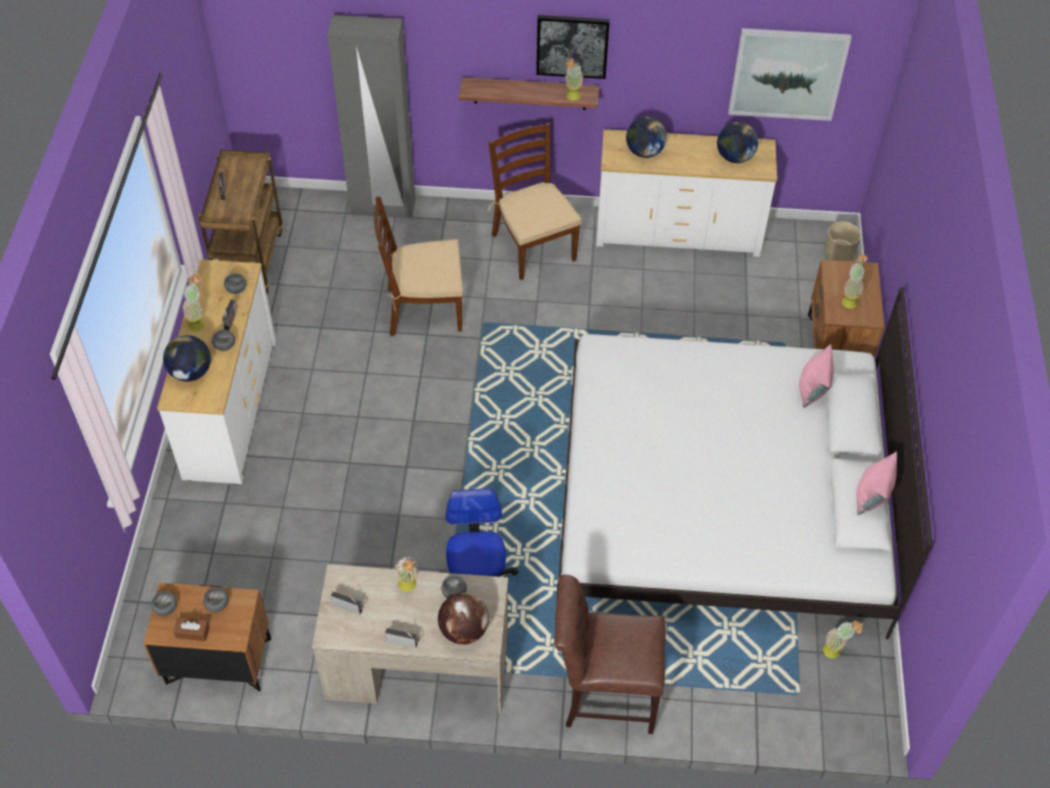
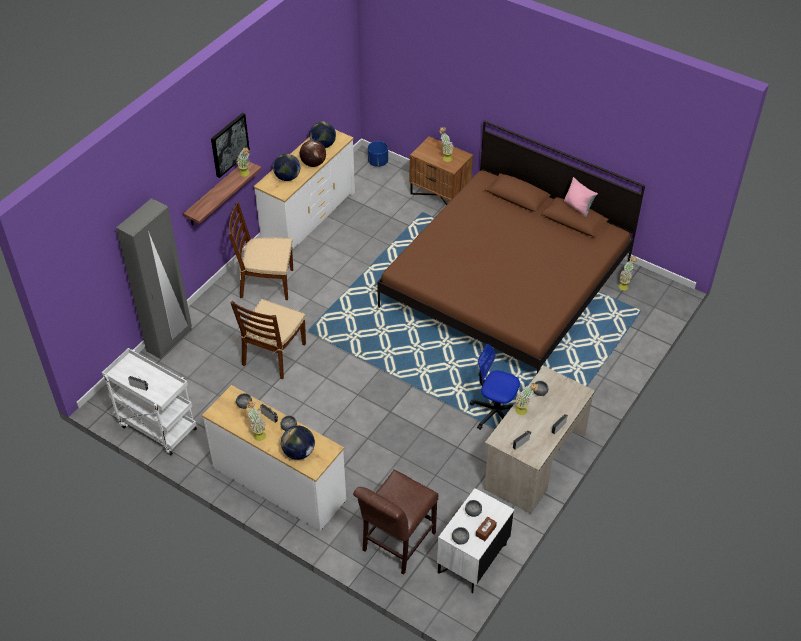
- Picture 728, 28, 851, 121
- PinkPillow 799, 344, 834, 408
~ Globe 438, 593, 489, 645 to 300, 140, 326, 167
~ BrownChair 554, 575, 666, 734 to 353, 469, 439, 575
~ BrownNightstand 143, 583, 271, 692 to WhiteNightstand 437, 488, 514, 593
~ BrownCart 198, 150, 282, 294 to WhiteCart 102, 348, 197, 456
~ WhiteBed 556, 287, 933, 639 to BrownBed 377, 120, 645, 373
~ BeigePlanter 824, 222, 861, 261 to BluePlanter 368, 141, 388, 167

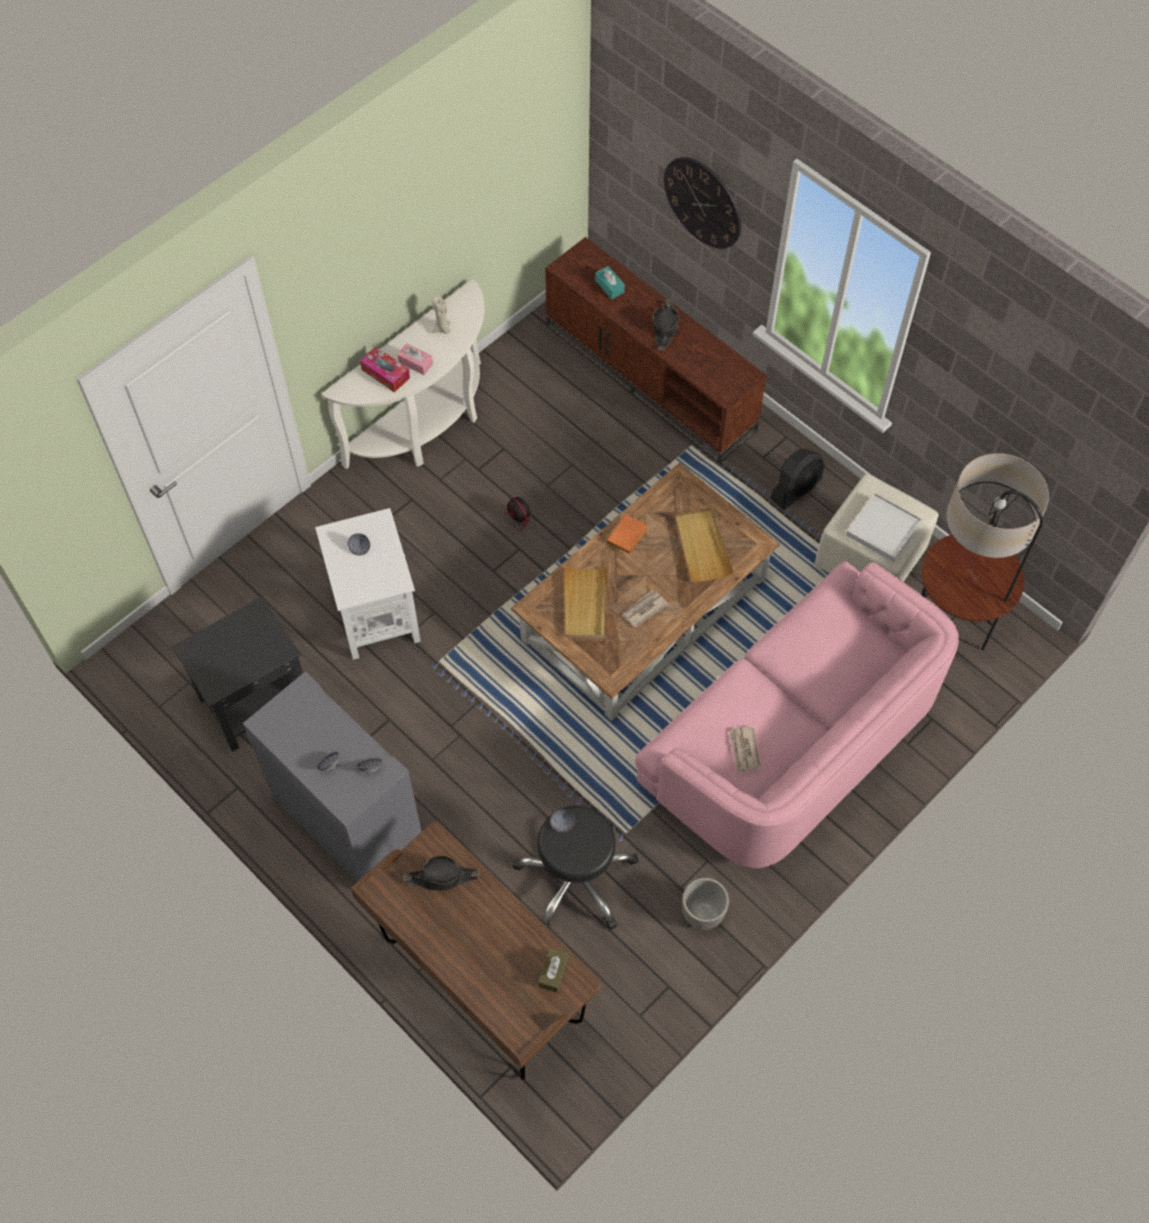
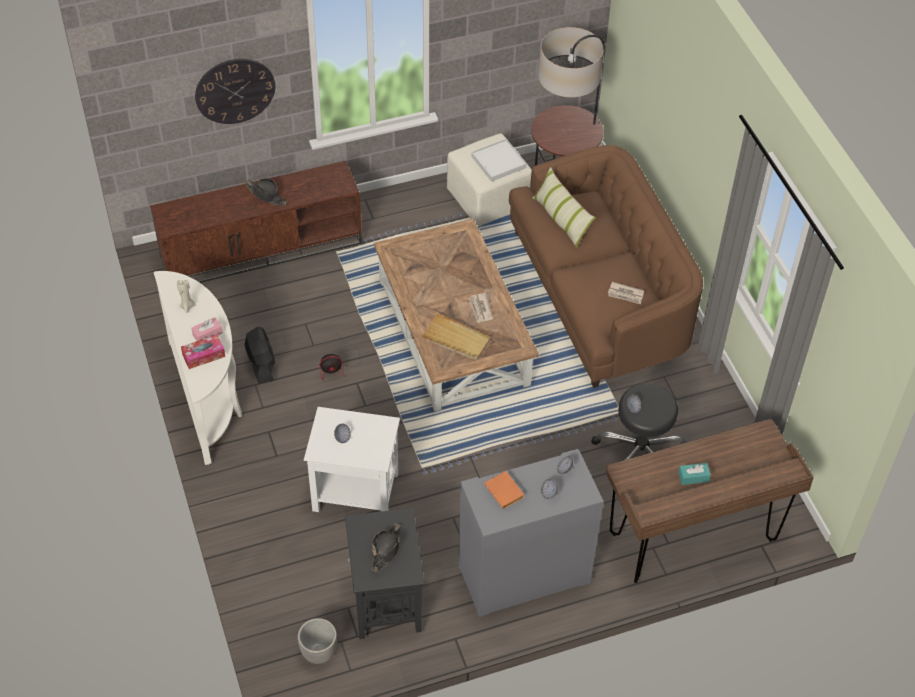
- BrownTissueBox 538, 947, 569, 993
- BeigeTray 675, 508, 734, 582
+ Pillow 532, 167, 595, 248
~ BlackHat 403, 855, 480, 891 to 371, 523, 401, 572
~ TurquoiseTissueBox 595, 266, 625, 299 to 678, 463, 711, 485
~ OrangeBook 606, 515, 648, 555 to 485, 471, 524, 509
~ Planter 682, 878, 729, 930 to 298, 618, 337, 664
~ BlackFan 770, 449, 825, 510 to 244, 327, 275, 384
~ PinkSofa 635, 561, 959, 868 to BrownSofa 509, 145, 703, 388

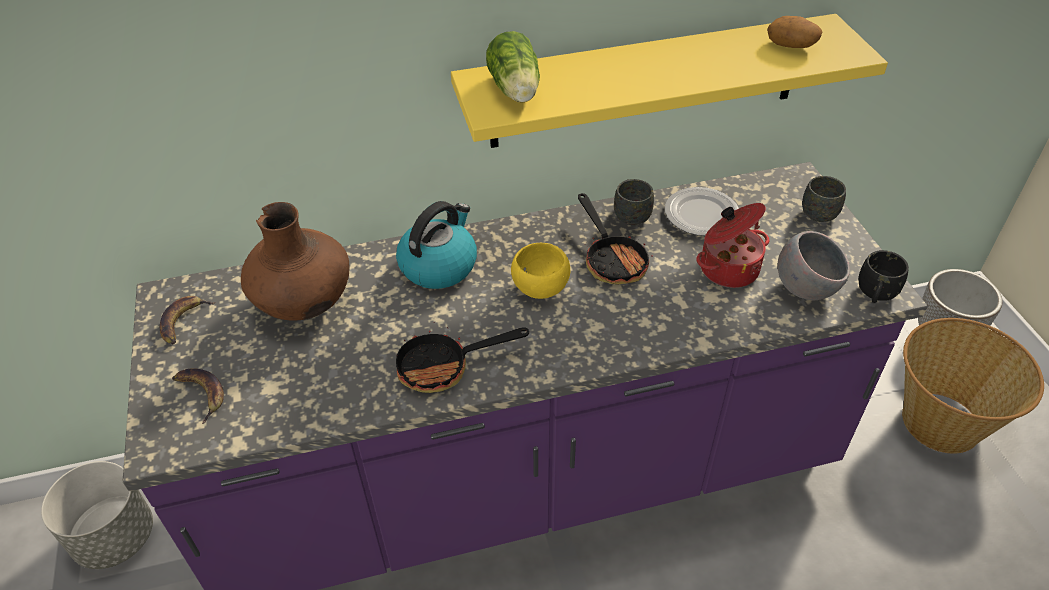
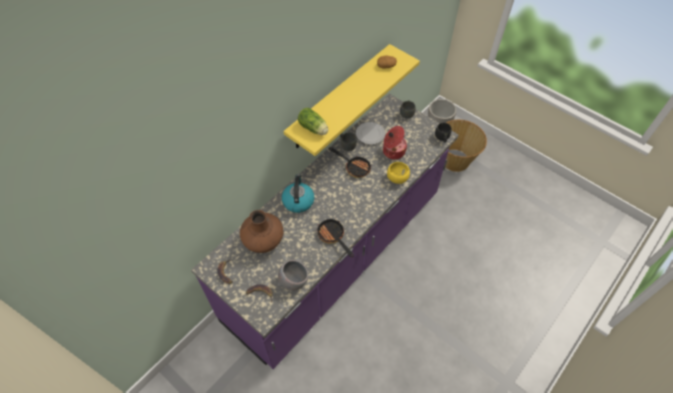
- GreyPlanter 41, 461, 153, 569
~ YellowBowl 511, 243, 570, 299 to 387, 162, 410, 184
~ GreyBowl 777, 231, 850, 300 to 278, 260, 308, 291
~ FryingPan 396, 322, 529, 393 = 317, 219, 354, 257 105 degrees clockwise

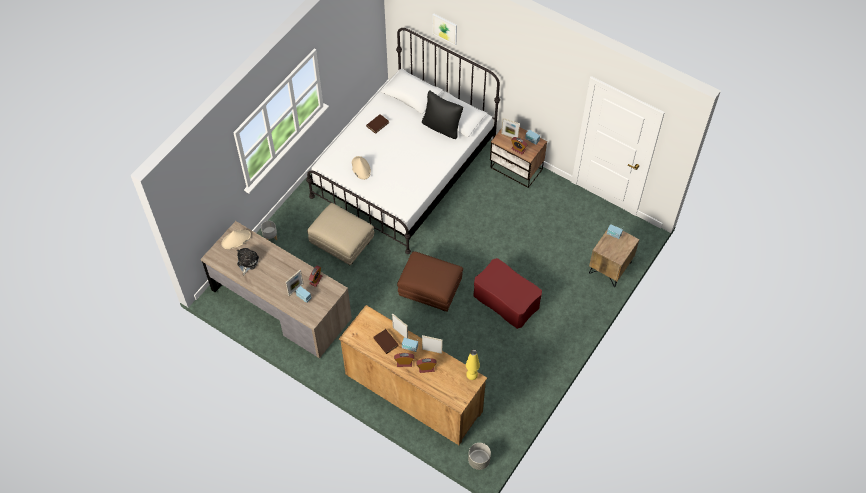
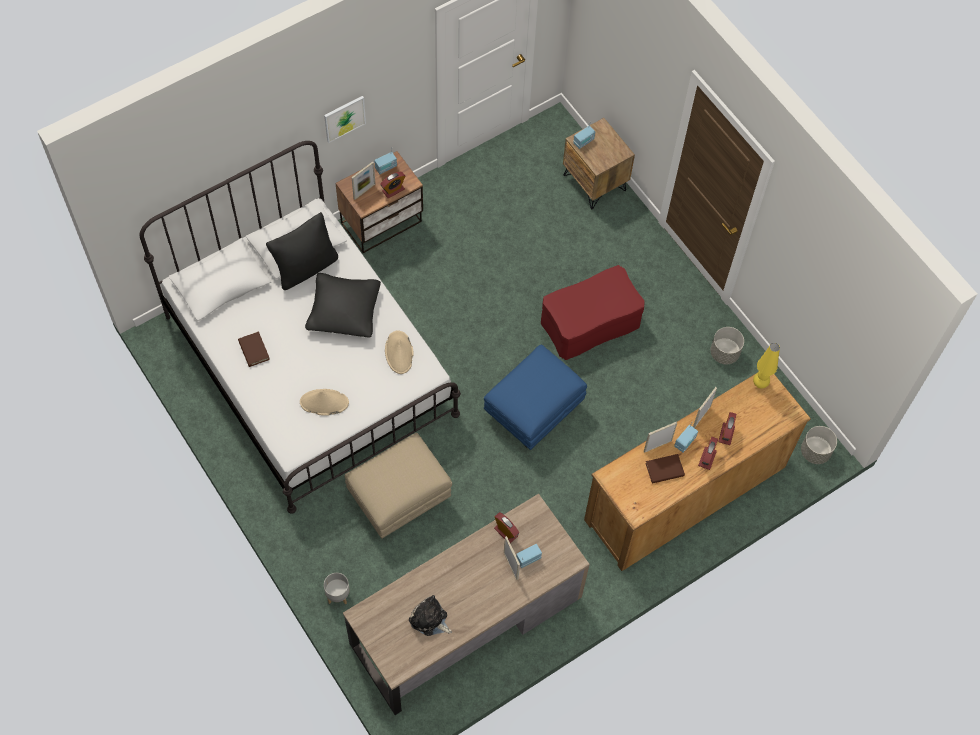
+ BlackPillow 305, 273, 381, 337
+ GreyPlanter 711, 327, 744, 364
~ BeigeHat 221, 230, 251, 249 to 385, 331, 414, 374
~ Picture 433, 13, 457, 45 to 324, 96, 366, 143
~ BrownOttoman 397, 251, 463, 312 to BlueOttoman 484, 344, 587, 450

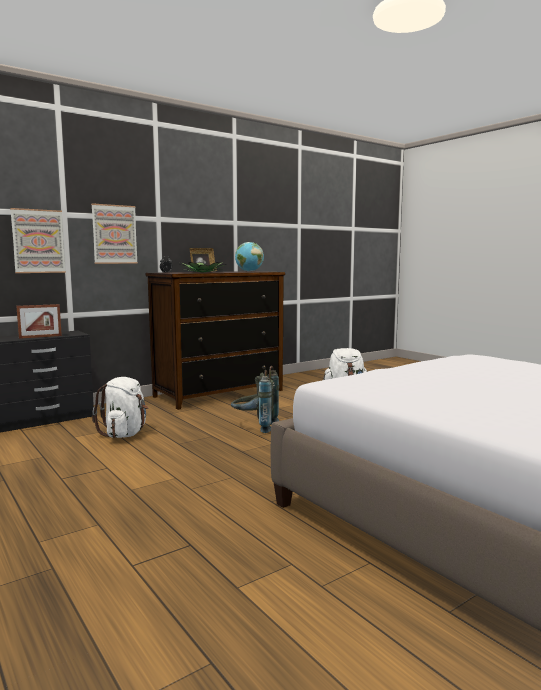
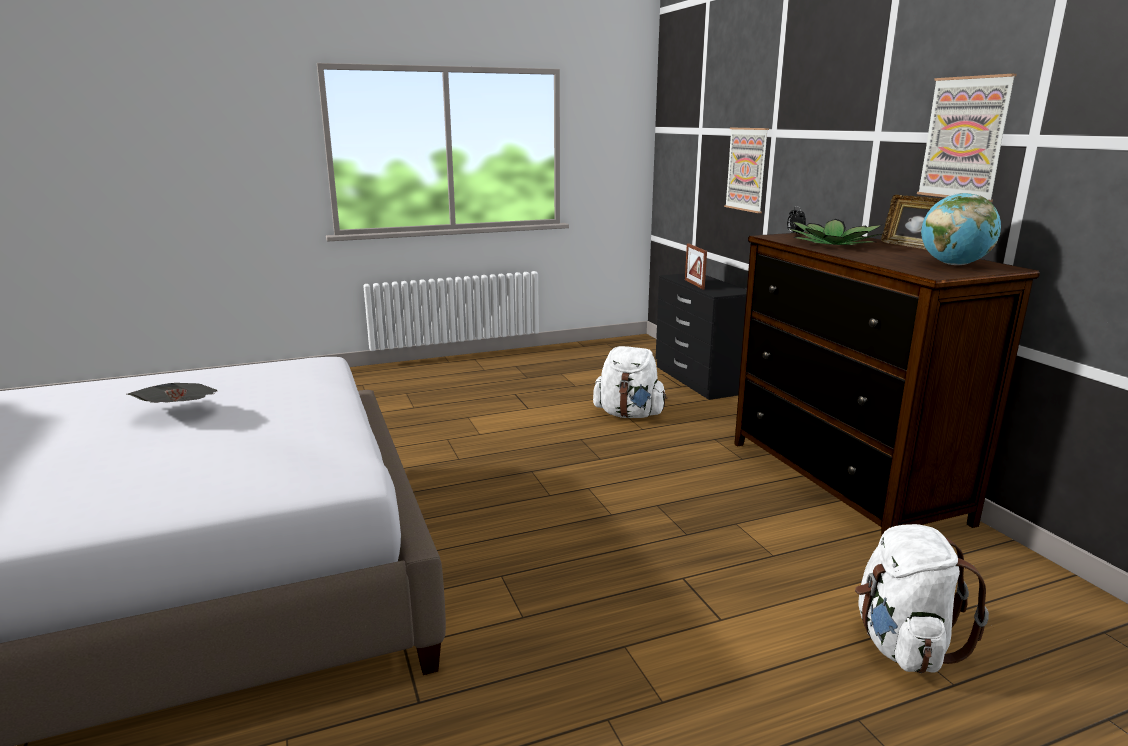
- GreyBackpack 231, 366, 279, 433
+ Newspaper 126, 383, 218, 403
~ Picture 91, 203, 138, 264 to 917, 74, 1017, 202

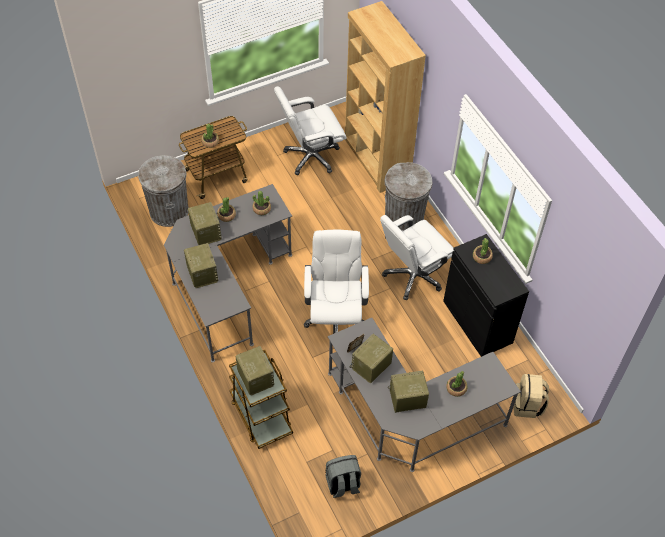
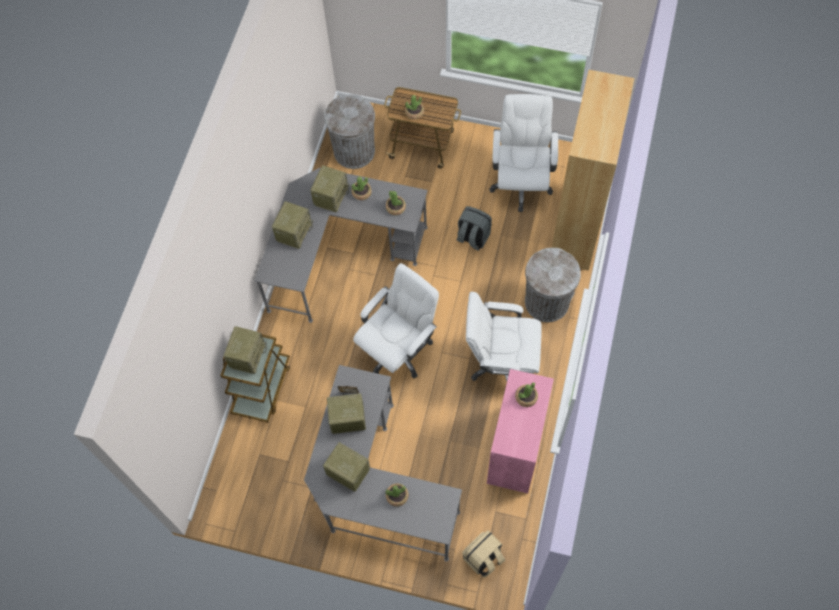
~ GreyBackpack 325, 455, 361, 498 to 457, 206, 492, 251
~ BlackCabinet 443, 234, 529, 357 to PinkCabinet 487, 369, 554, 493
~ WhiteOfficeChair 274, 86, 347, 175 = 489, 94, 558, 212 75 degrees clockwise

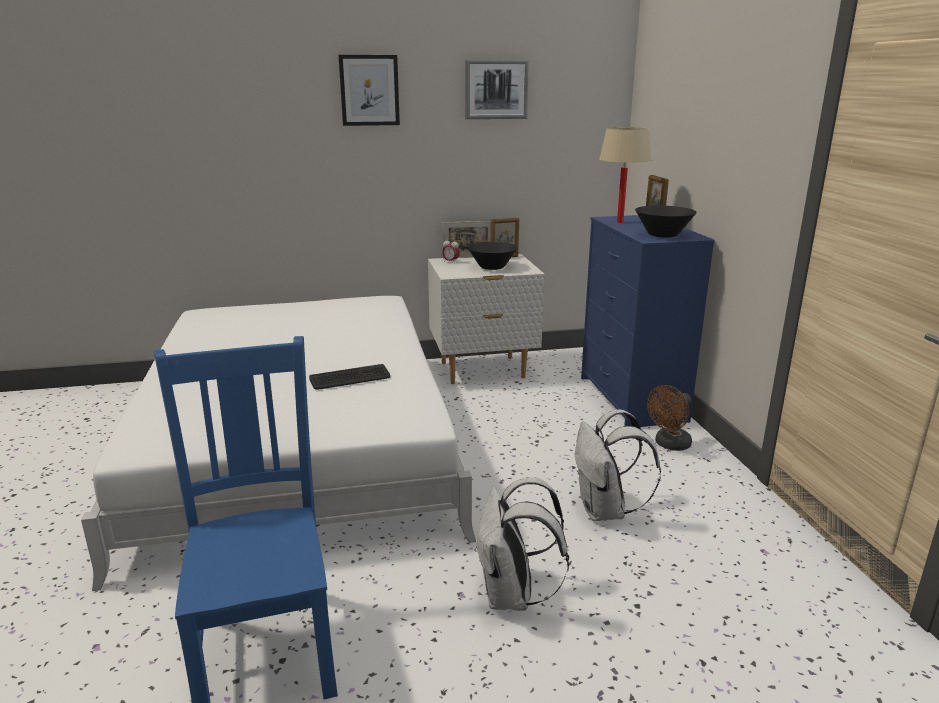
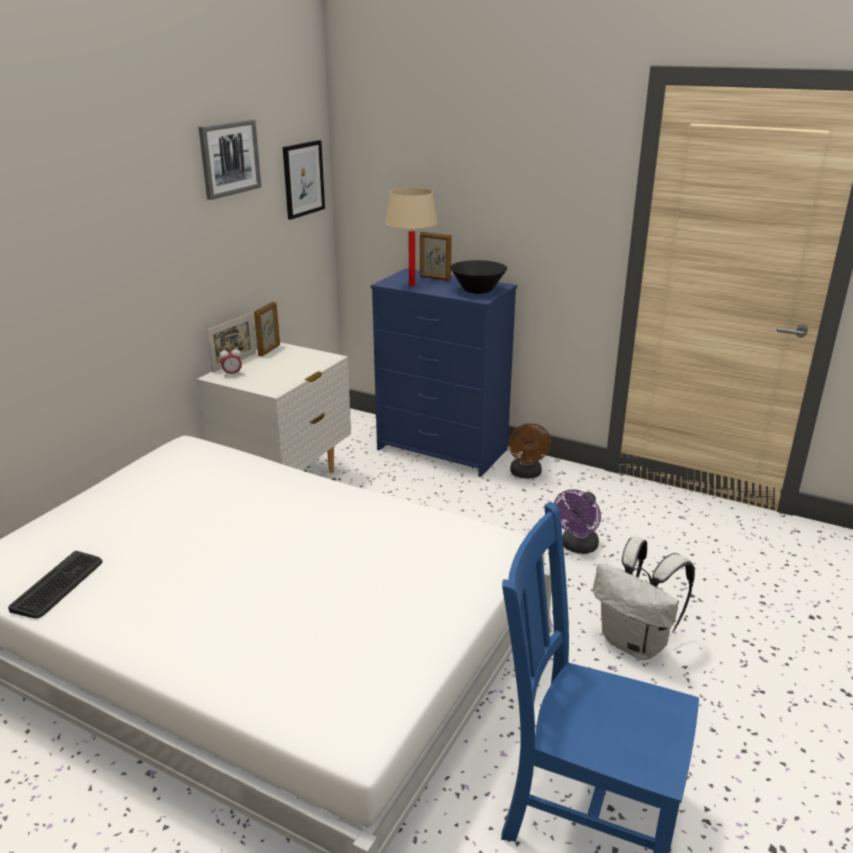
- BlackBowl 468, 242, 518, 270
~ Keyboard 309, 364, 390, 390 to 8, 551, 102, 619
~ Picture 338, 55, 400, 126 to 283, 140, 325, 220
~ WhiteBackpack 575, 409, 661, 521 to PurpleFan 554, 489, 601, 554

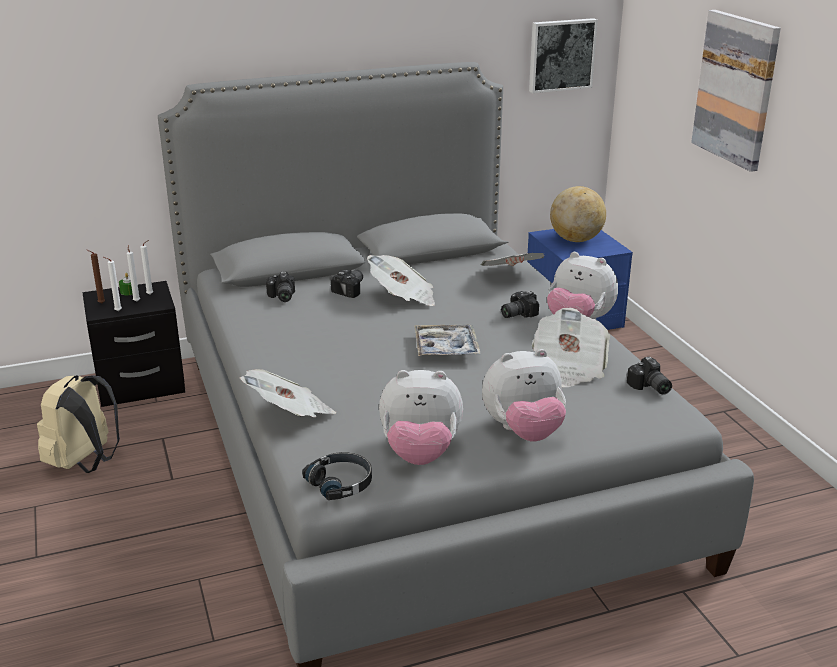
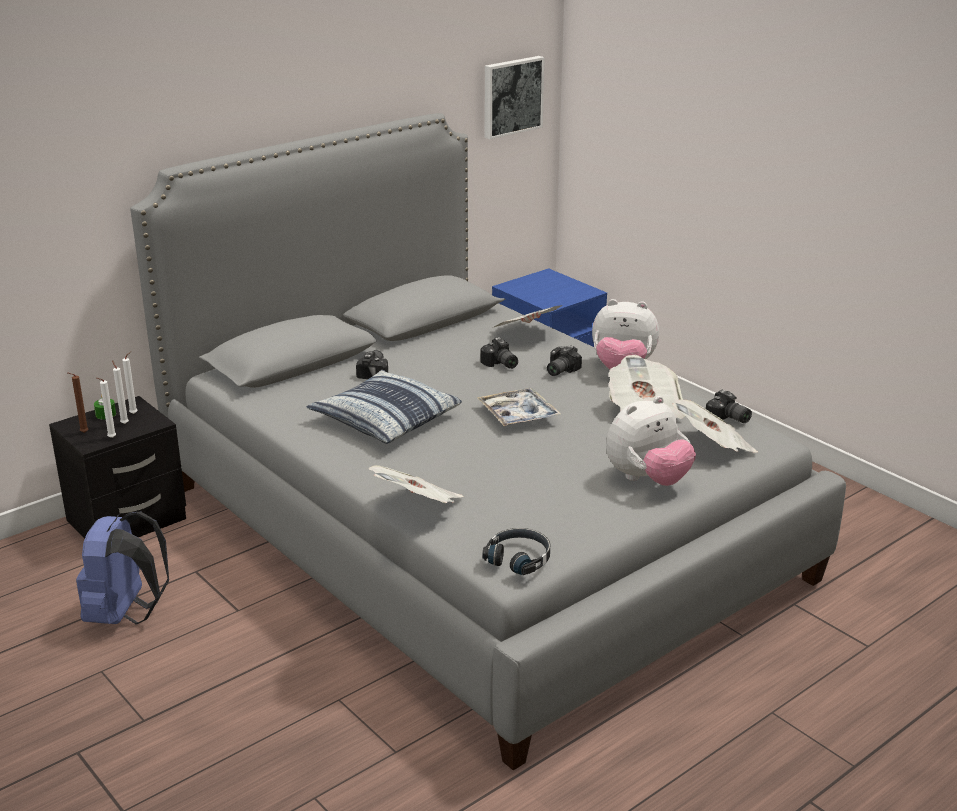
- PlushToy 379, 370, 463, 465
- Globe 550, 186, 606, 242
- Picture 691, 10, 781, 172
+ Pillow 307, 370, 462, 444
~ PhotoCamera 266, 271, 295, 302 to 480, 337, 518, 369
~ Newspaper 367, 255, 435, 306 to 672, 400, 758, 453
~ BeigeBackpack 37, 375, 120, 473 to BlueBackpack 76, 512, 169, 624

